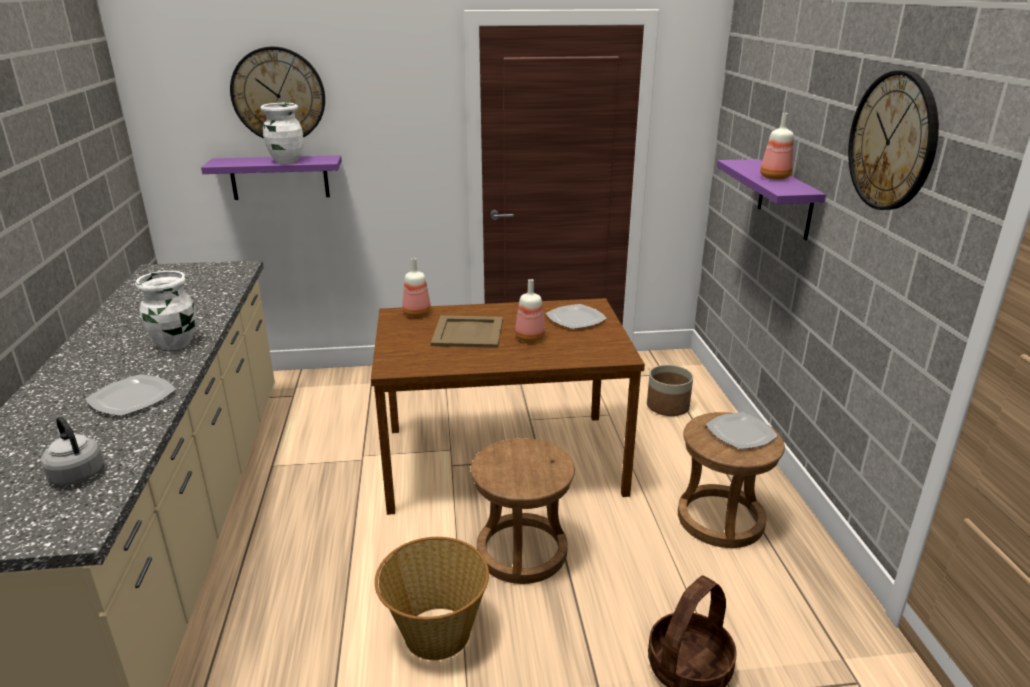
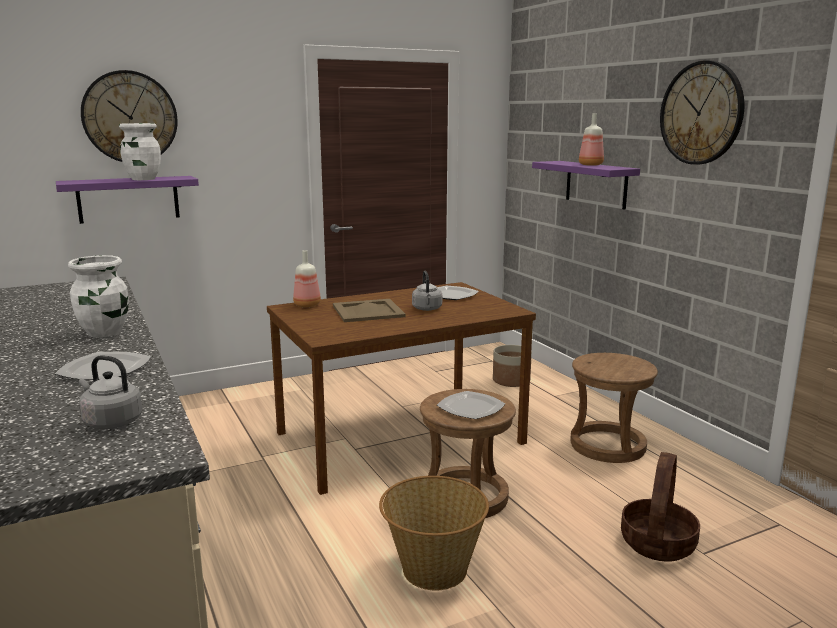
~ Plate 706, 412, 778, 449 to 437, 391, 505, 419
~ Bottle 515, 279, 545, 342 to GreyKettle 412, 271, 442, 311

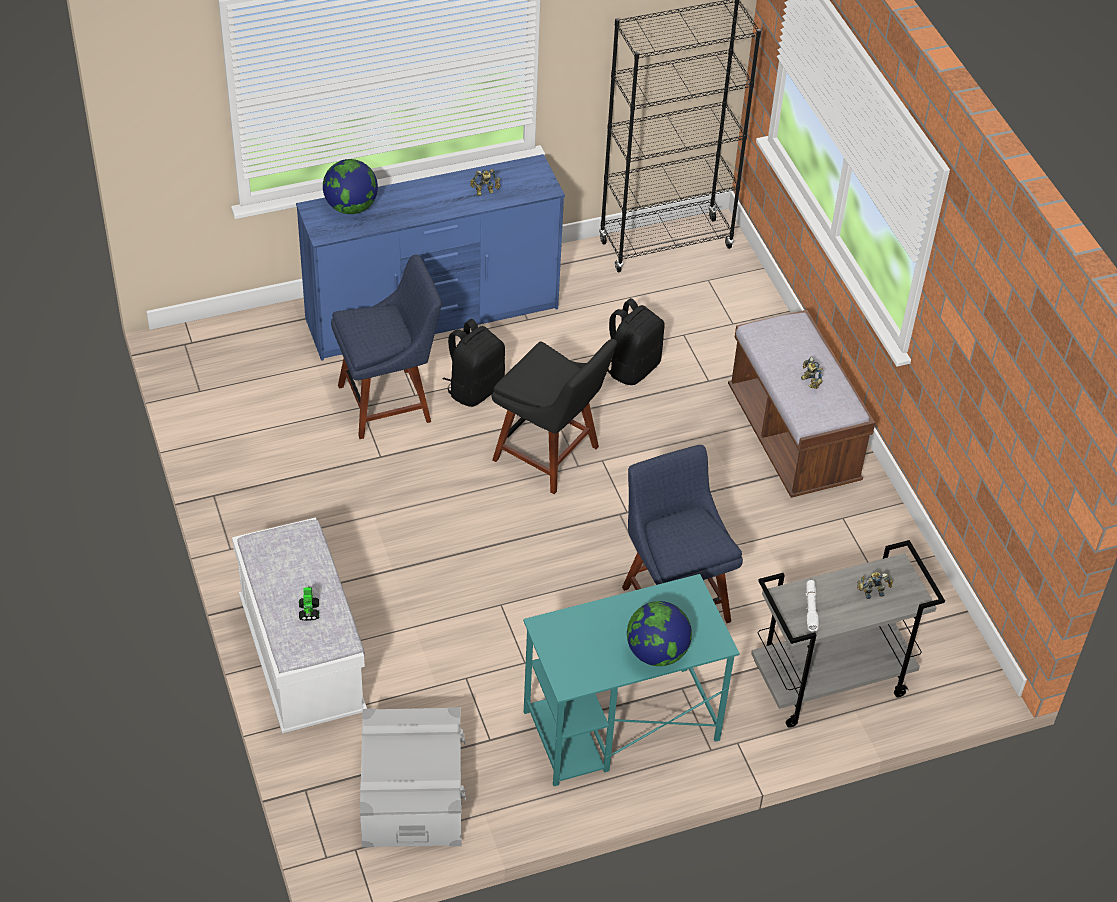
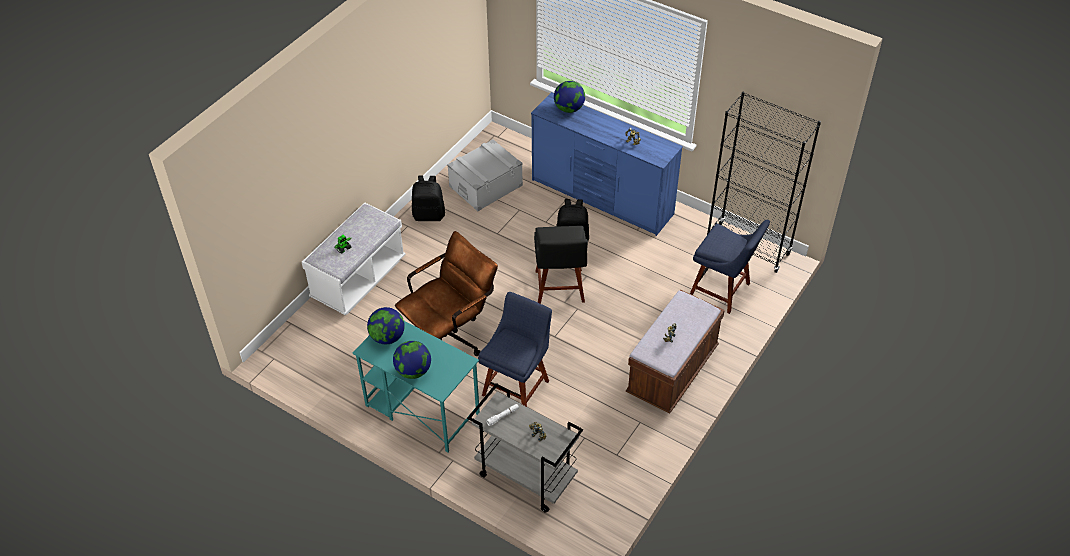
+ Globe 367, 307, 405, 344
+ BrownOfficeChair 395, 231, 498, 356
~ BlueChair 331, 254, 442, 439 to 690, 220, 770, 314
~ GreyStorageBox 360, 707, 466, 847 to 447, 139, 523, 212
~ BlackBackpack 607, 298, 665, 385 to 412, 176, 445, 221

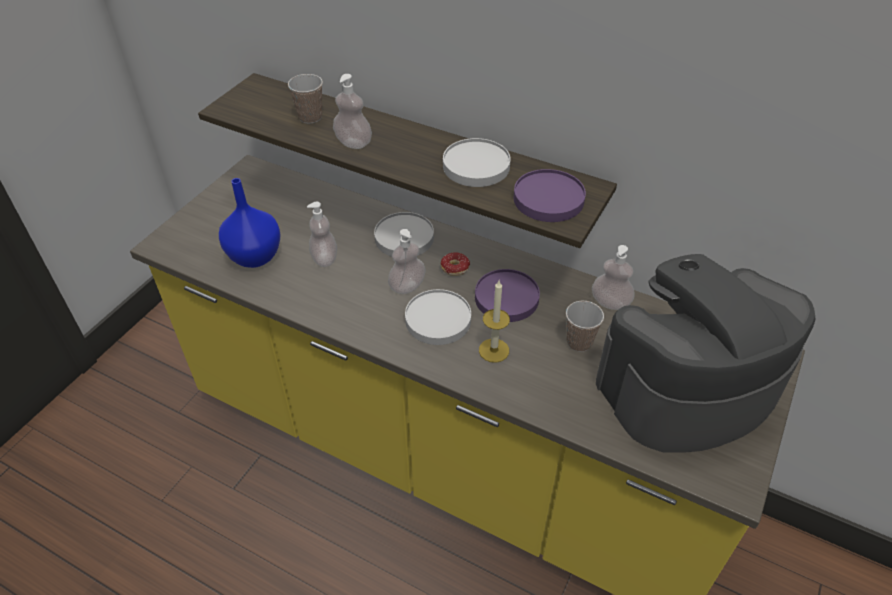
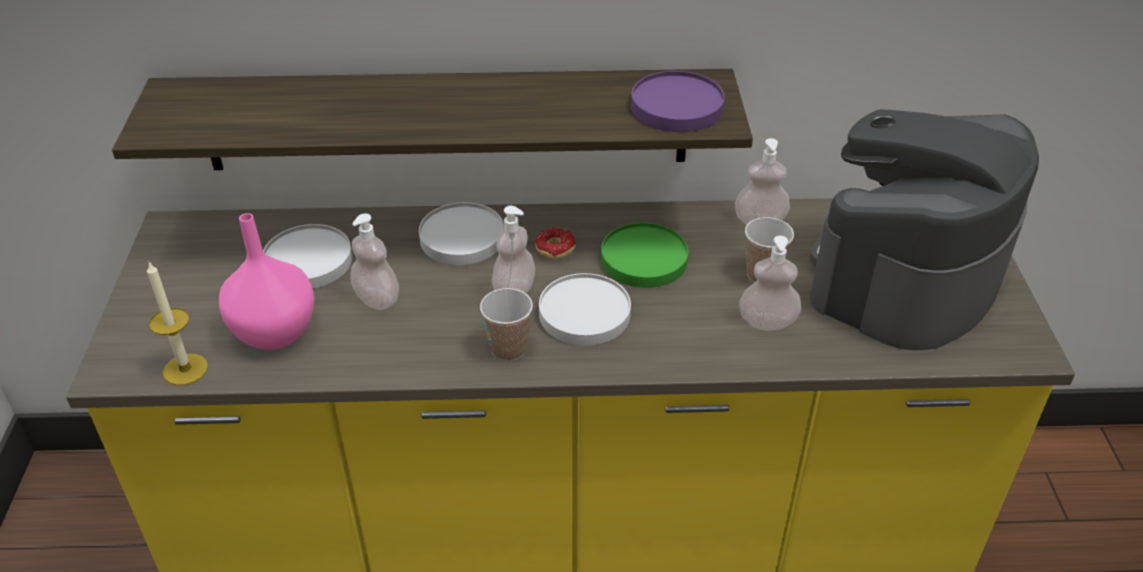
~ Cup 288, 74, 323, 124 to 480, 288, 533, 361
~ SoapDispenser 333, 74, 372, 149 to 739, 236, 801, 331
~ WhitePlate 443, 138, 511, 187 to 263, 224, 352, 289
~ Candle 479, 281, 510, 363 to 147, 262, 208, 385
~ BlueVase 219, 178, 281, 268 to PinkVase 219, 213, 314, 350
~ PurplePlate 475, 269, 540, 322 to GreenPlate 601, 222, 688, 288

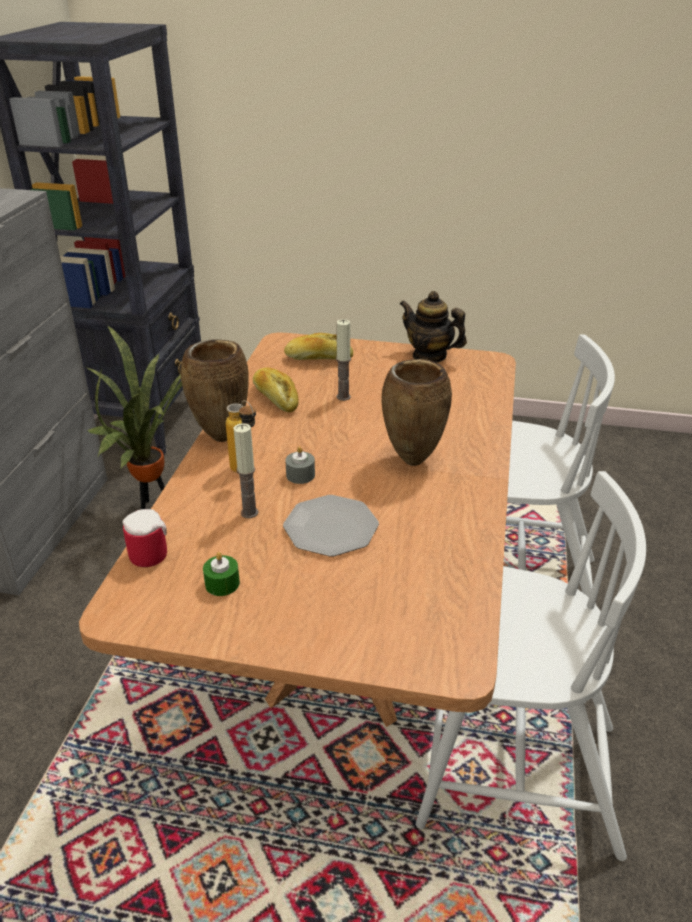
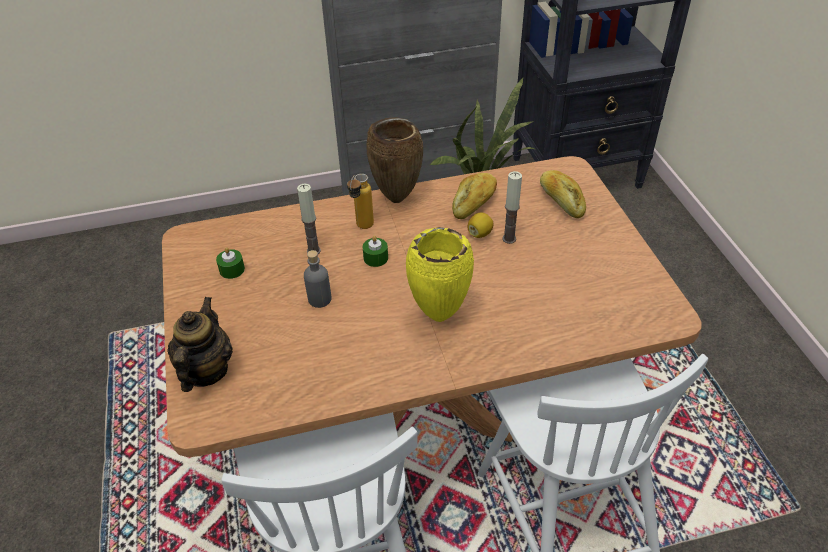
- Mug 122, 509, 167, 567
+ Lemon 468, 213, 493, 238
~ Teapot 400, 291, 467, 363 to 167, 297, 233, 392
~ Plate 283, 495, 379, 556 to GreyBottle 304, 250, 332, 308
~ GreyCandle 285, 446, 315, 484 to GreenCandle 363, 236, 388, 267
~ BrownVase 382, 359, 452, 466 to YellowVase 406, 227, 474, 322

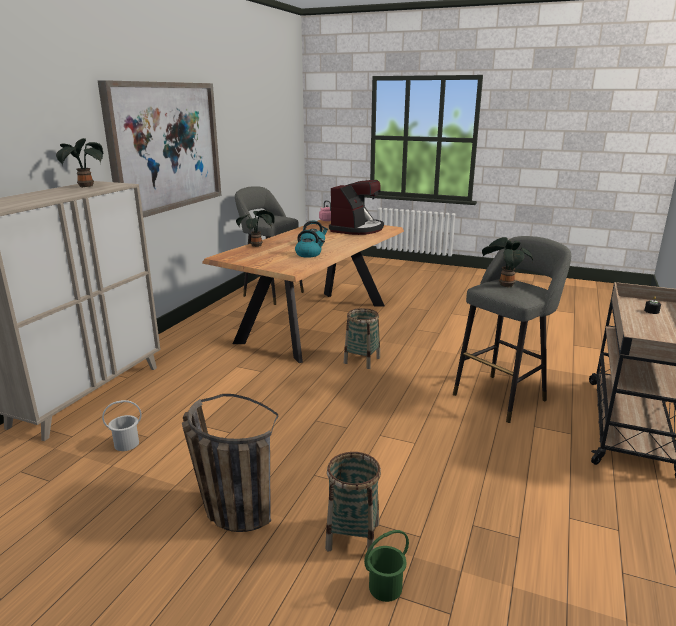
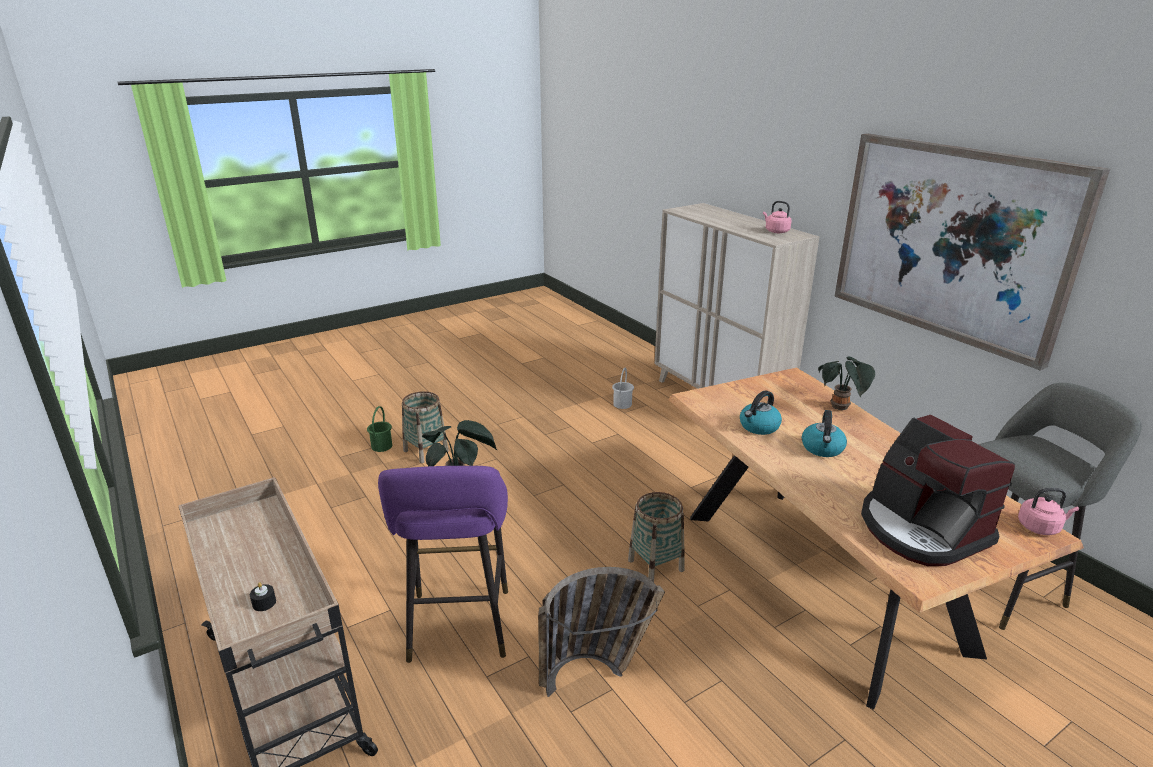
~ Basket 182, 394, 278, 532 to 538, 567, 665, 697
~ PottedPlant 56, 138, 103, 188 to PinkKettle 763, 201, 792, 233
~ GreyStool 453, 236, 571, 423 to PurpleStool 378, 466, 508, 663

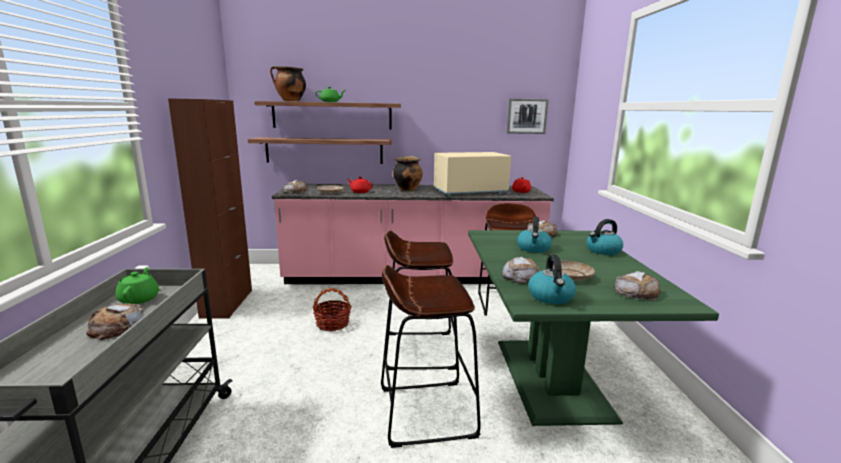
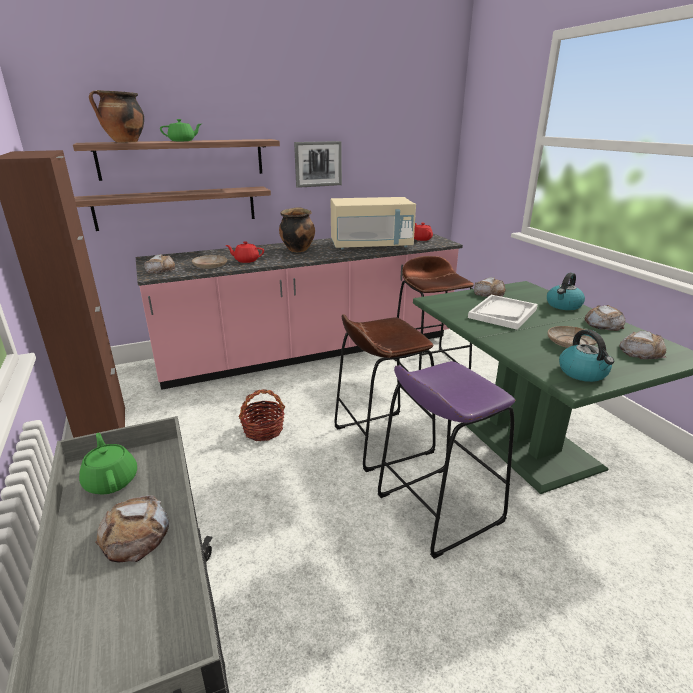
~ Bread 502, 257, 540, 284 to 585, 305, 625, 331
~ Picture 507, 98, 549, 134 to 294, 141, 342, 188
~ Kettle 517, 217, 552, 253 to WhiteTray 468, 295, 538, 330
~ BrownStool 381, 265, 481, 448 to PurpleStool 378, 361, 515, 559
~ BeigeMicrowave 434, 152, 511, 197 = 331, 197, 416, 250 150 degrees counterclockwise

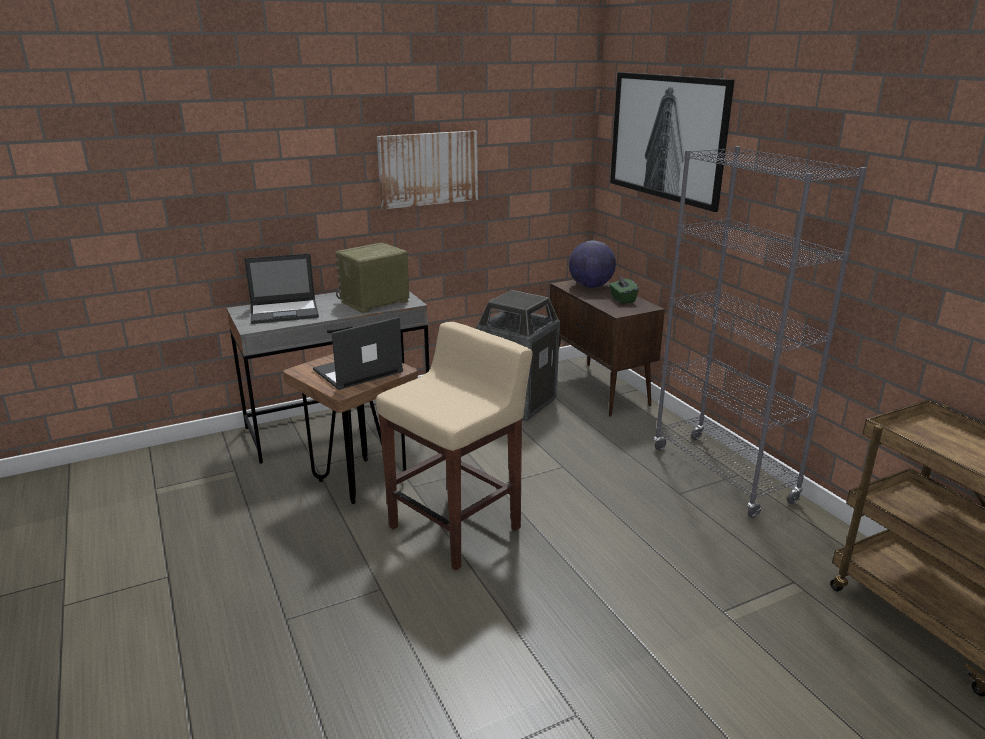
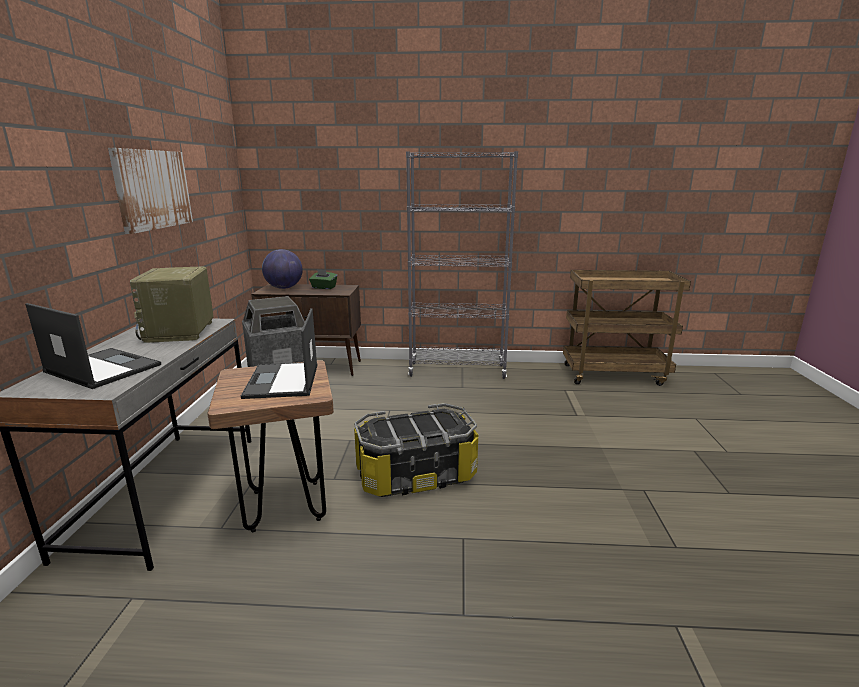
- Picture 610, 72, 735, 212
~ BeigeStool 376, 322, 533, 571 to StorageBox 354, 403, 478, 497
~ Laptop 244, 253, 319, 324 = 25, 303, 161, 389 75 degrees counterclockwise

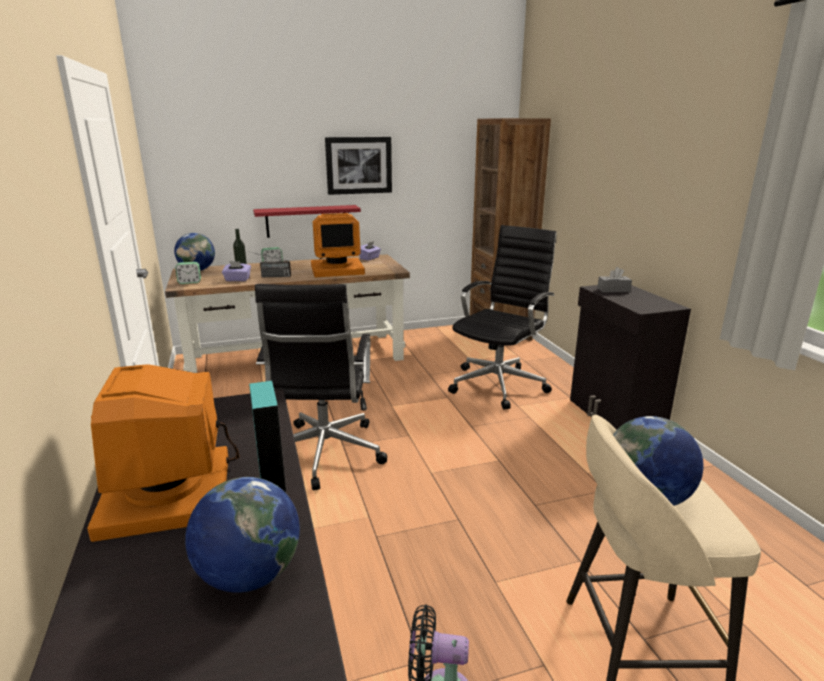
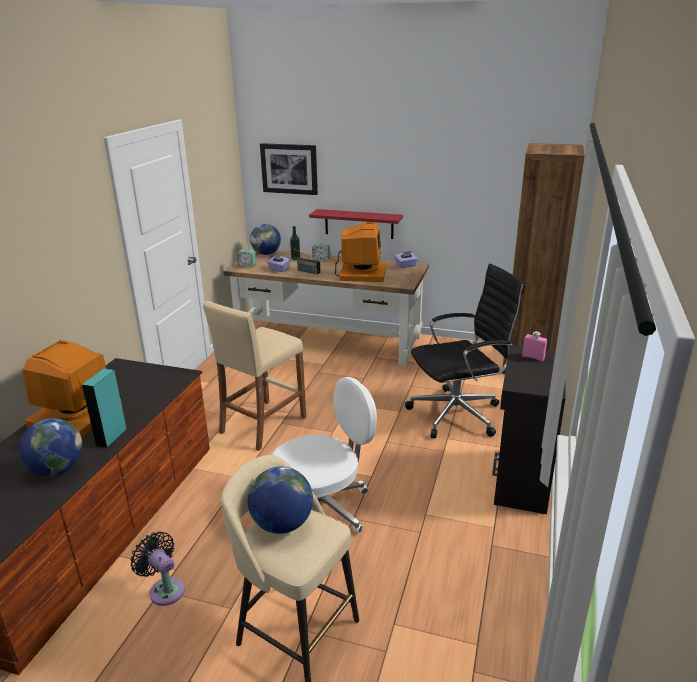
+ WhiteOfficeChair 272, 377, 377, 533
~ Picture 325, 137, 392, 195 to 260, 143, 318, 195
~ BlackOfficeChair 255, 284, 387, 490 to BeigeStool 203, 301, 306, 451
~ GreyTissueBox 597, 267, 632, 292 to PinkBottle 522, 331, 547, 361
~ Monitor 311, 213, 365, 277 = 335, 222, 386, 282 105 degrees counterclockwise

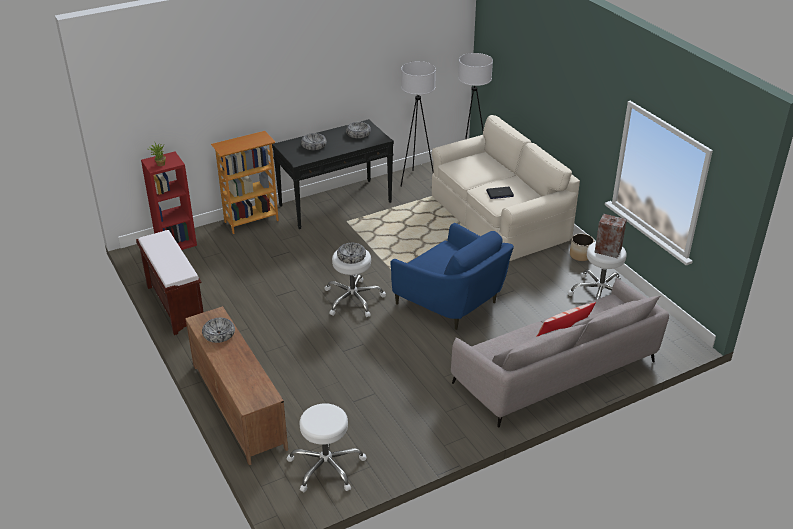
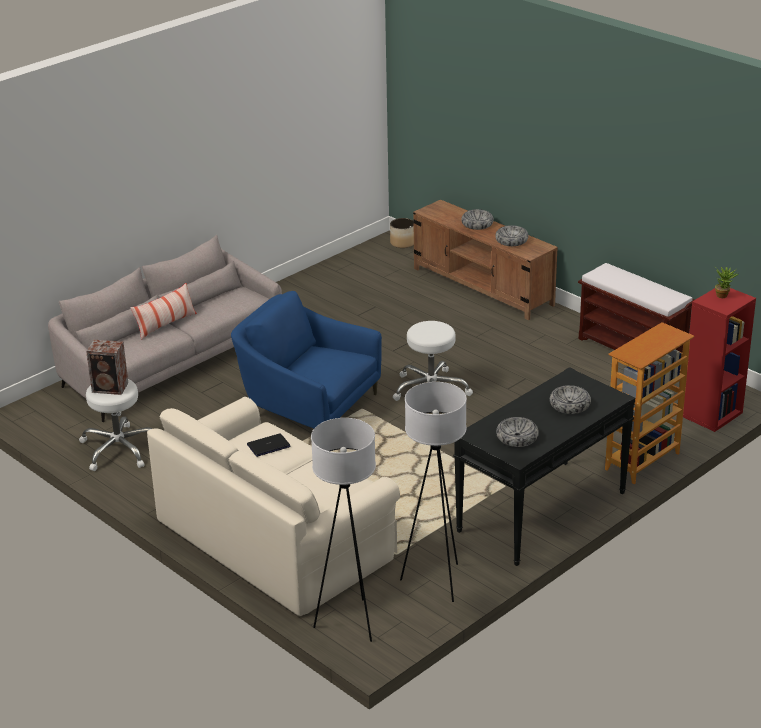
- WhiteStool 287, 403, 367, 492
~ Bowl 337, 243, 366, 264 to 461, 209, 494, 230
~ Planter 570, 234, 594, 261 to 390, 218, 414, 248

